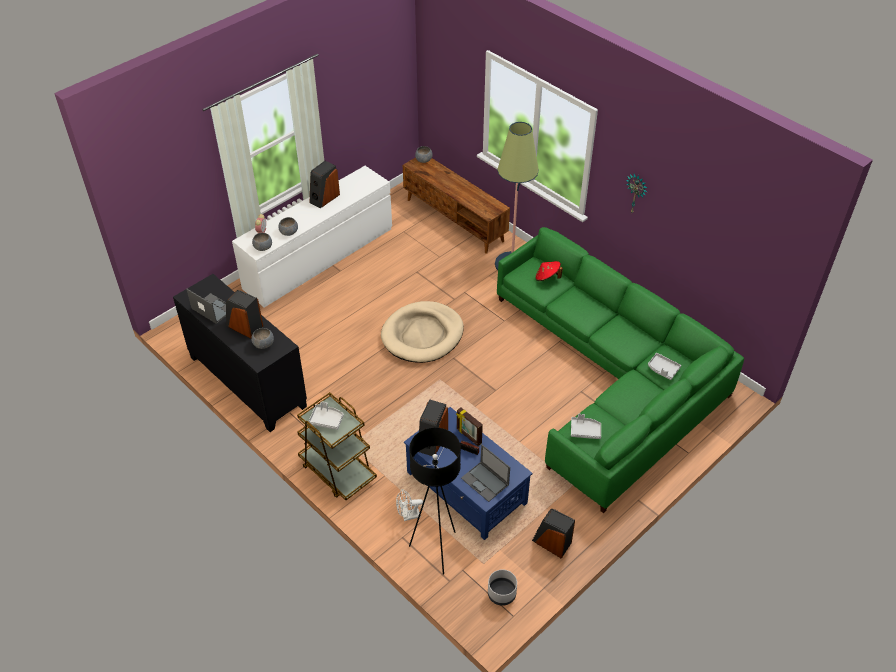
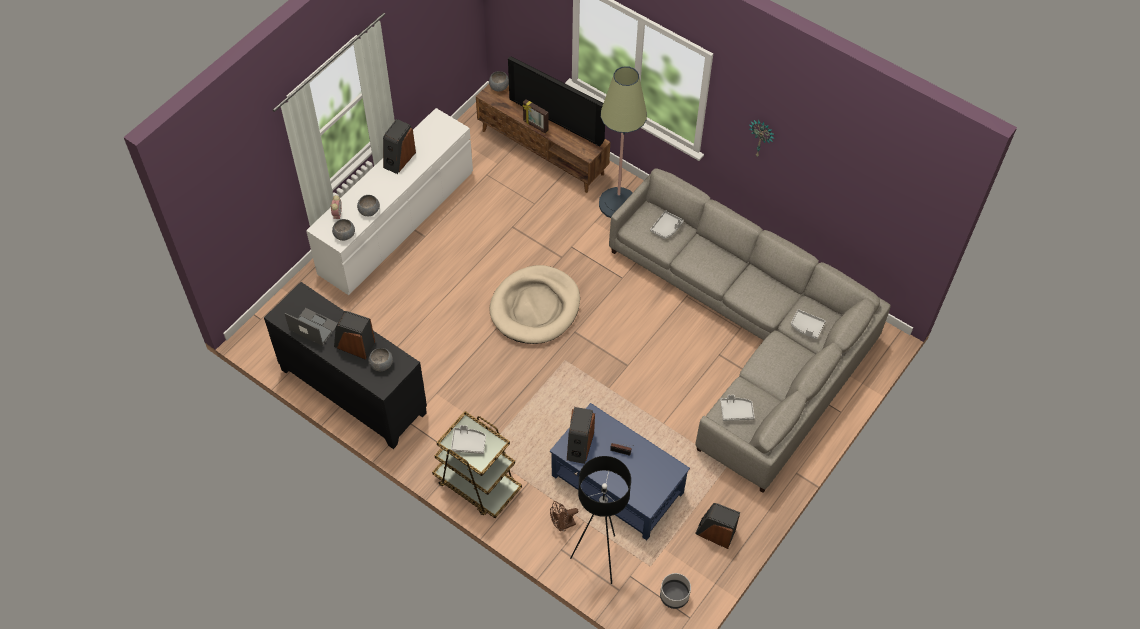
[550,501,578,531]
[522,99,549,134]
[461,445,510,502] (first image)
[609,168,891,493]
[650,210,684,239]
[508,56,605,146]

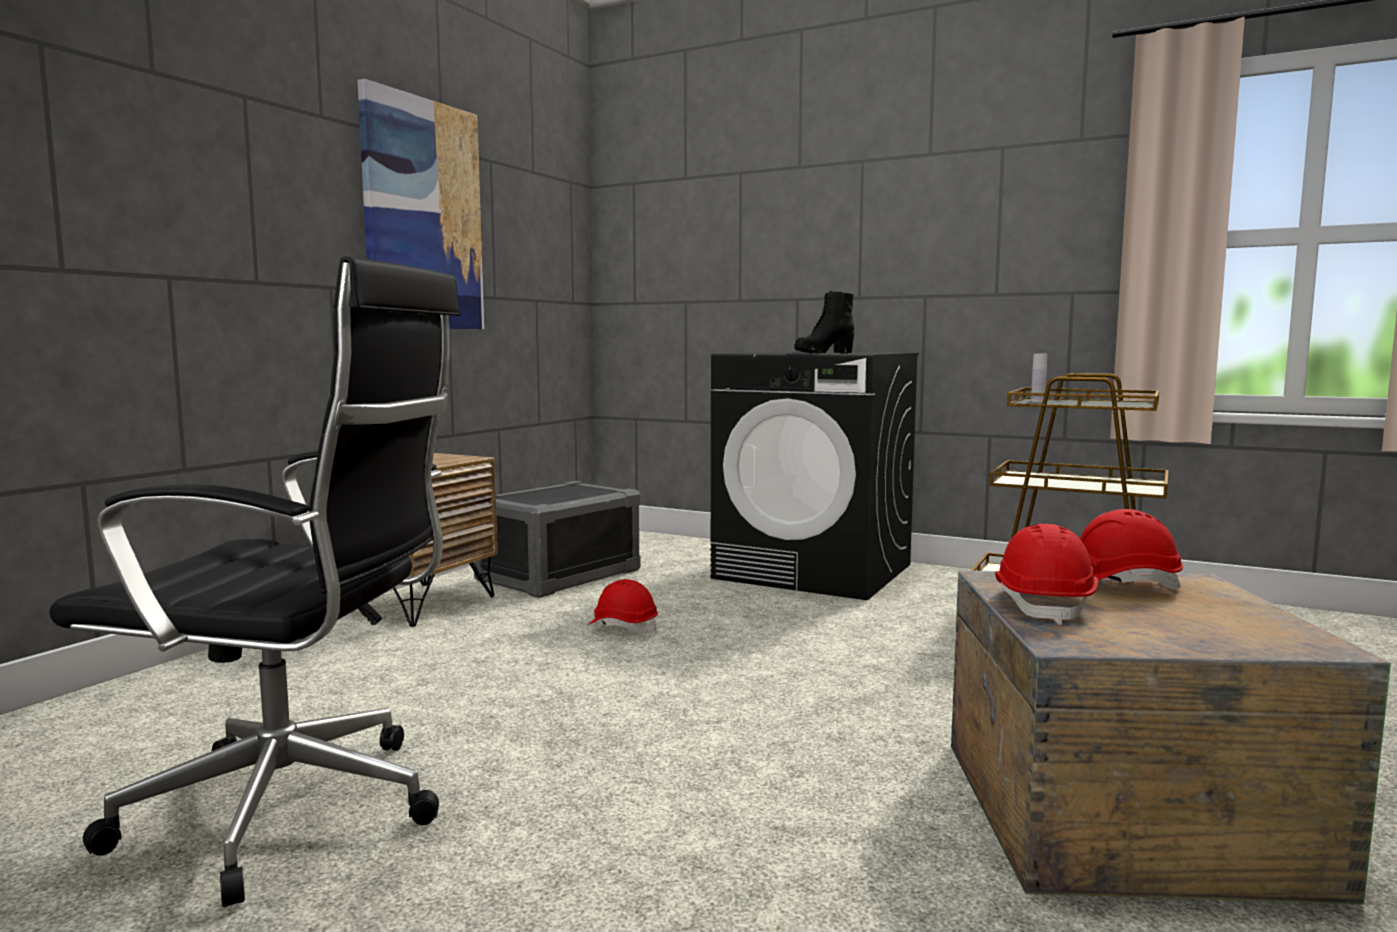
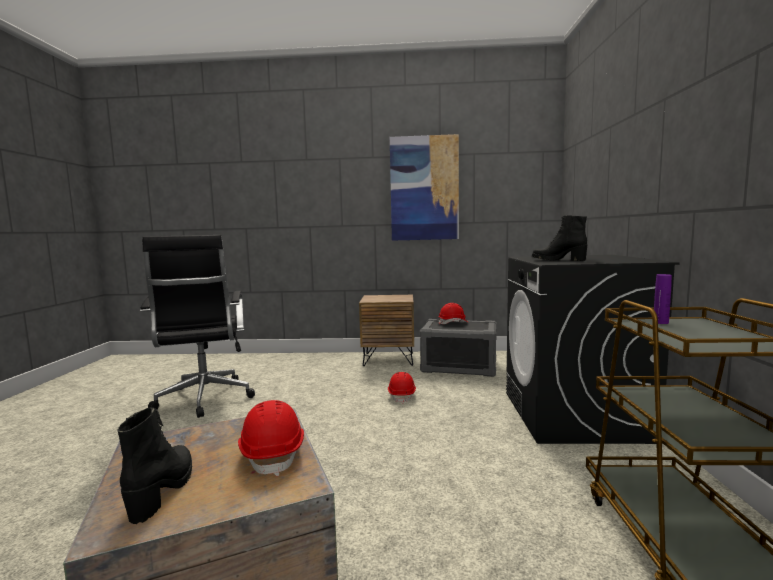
[438,303,469,325]
[654,274,672,324]
[117,407,192,524]

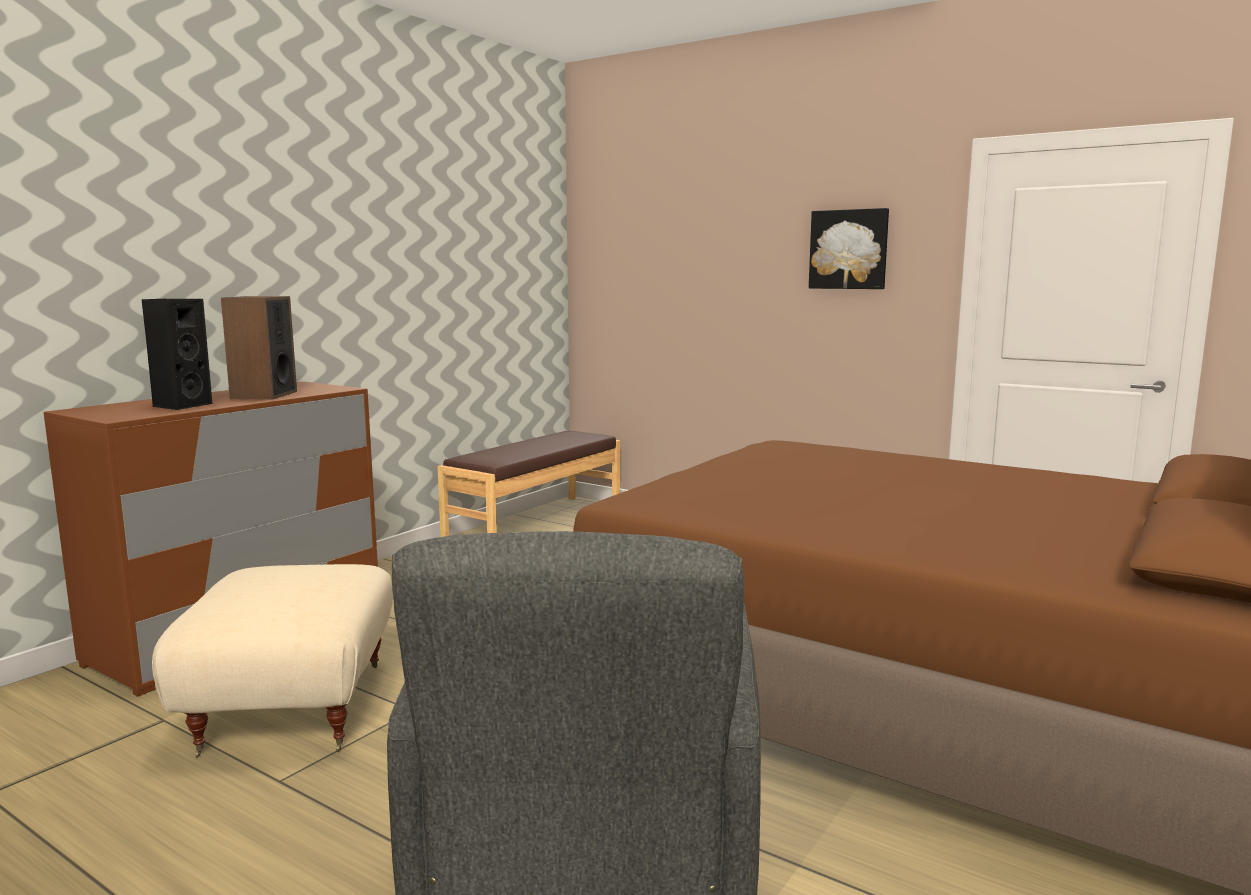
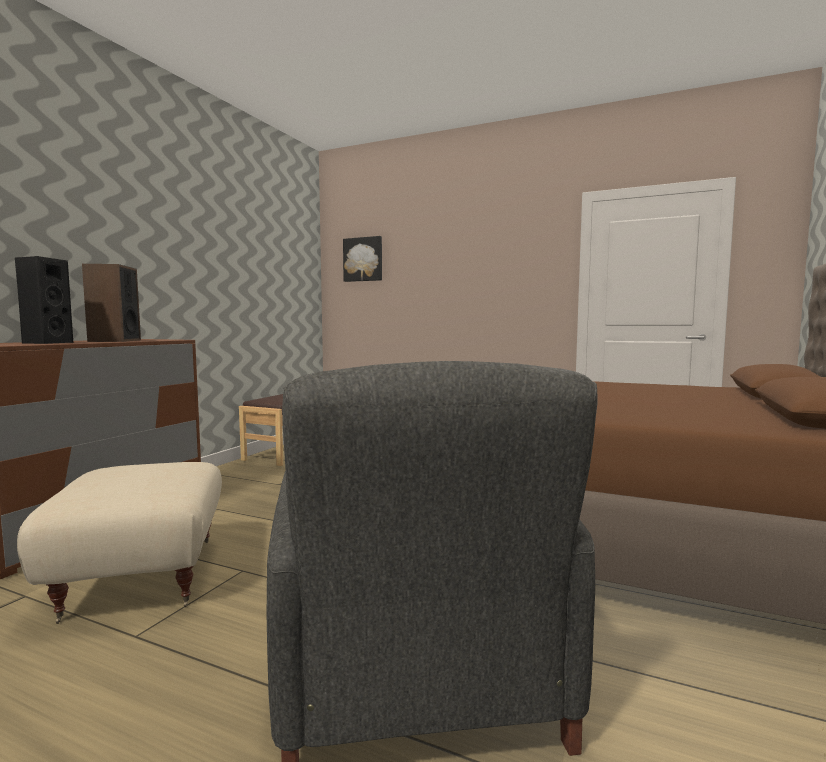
[343,236,382,282]

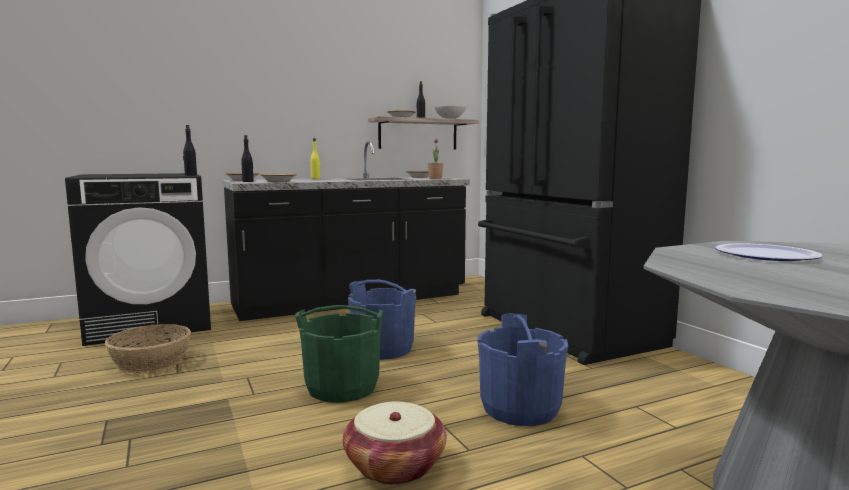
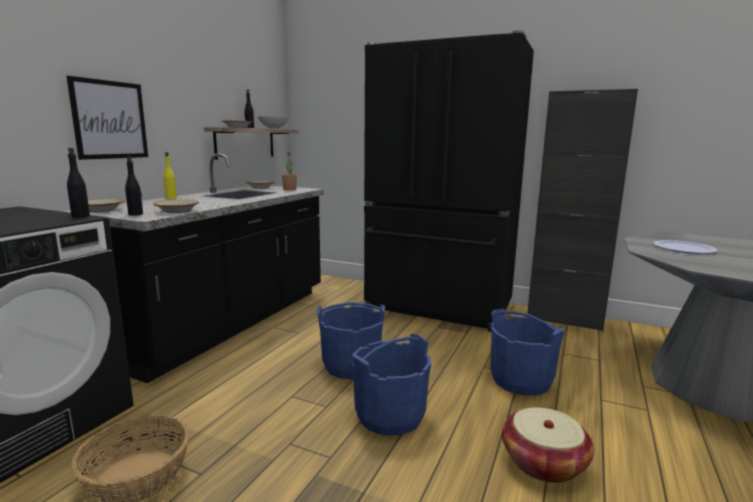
[351,334,431,436]
[67,76,148,160]
[527,89,638,332]

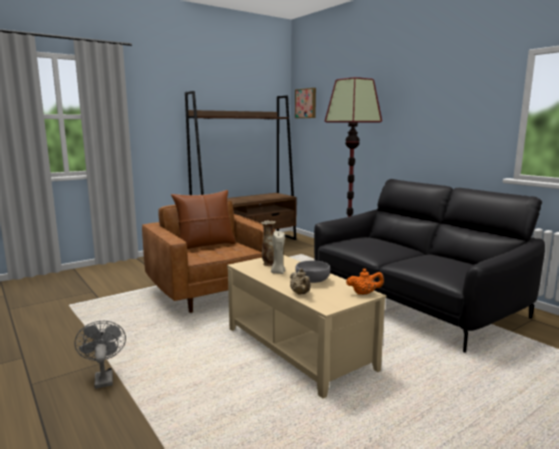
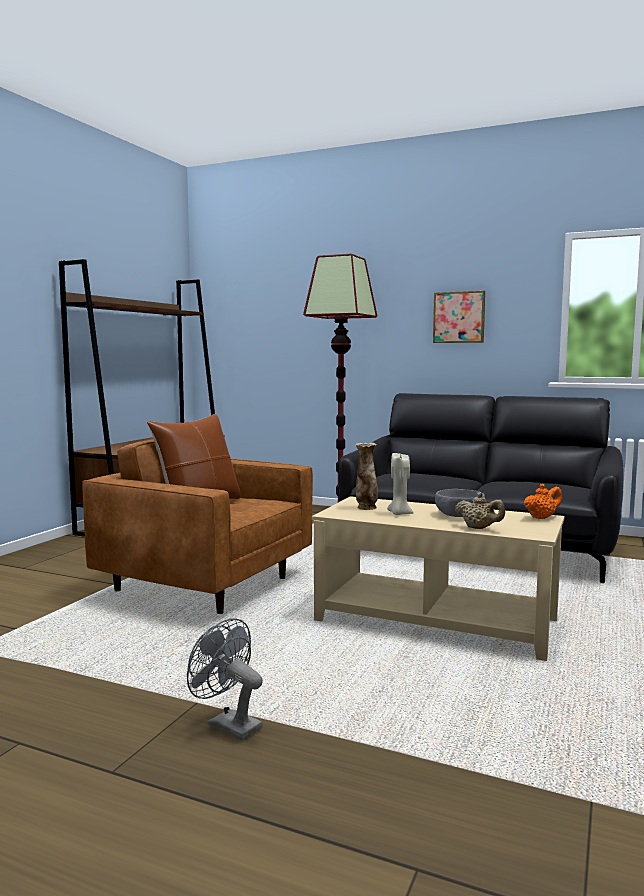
[433,291,485,343]

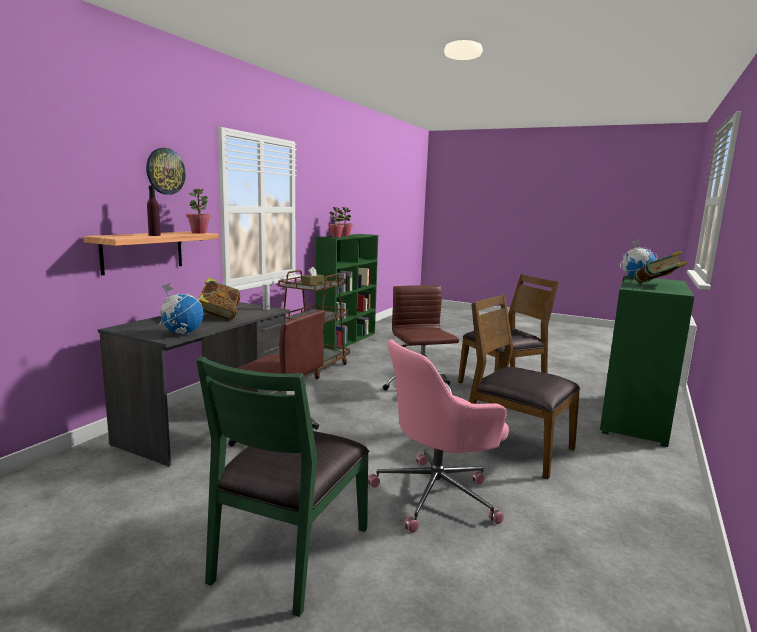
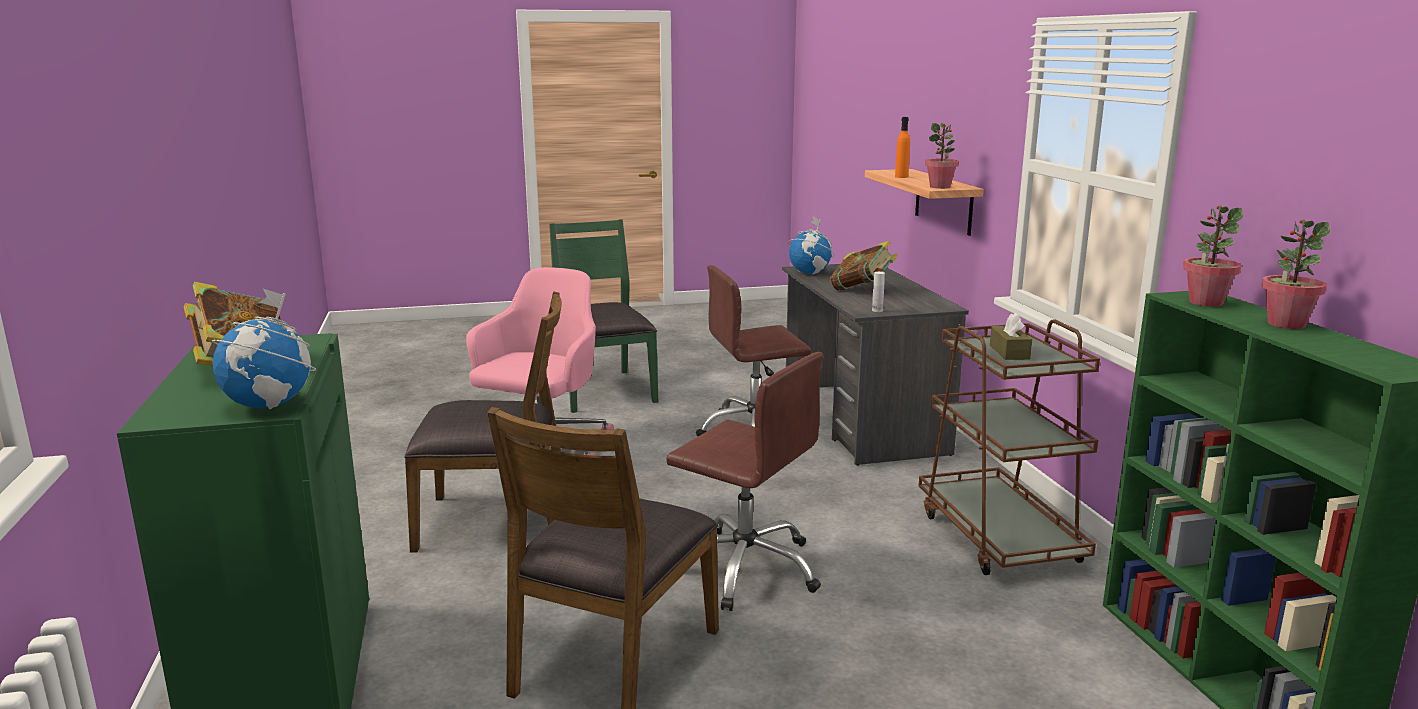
[146,148,186,195] (first image)
[895,117,910,178]

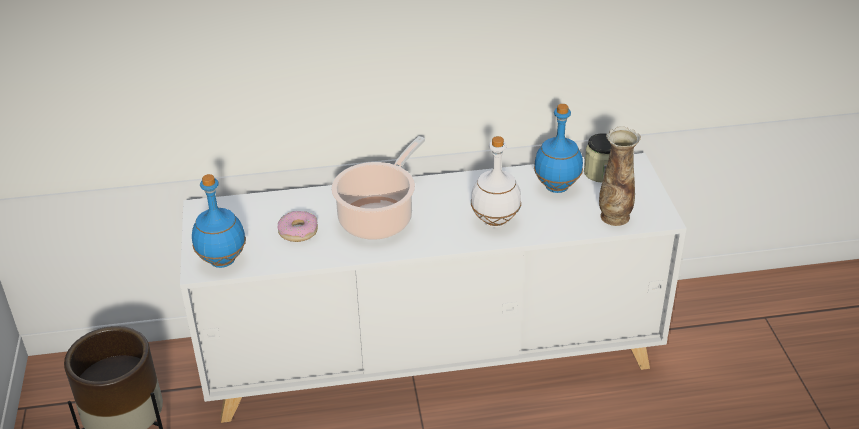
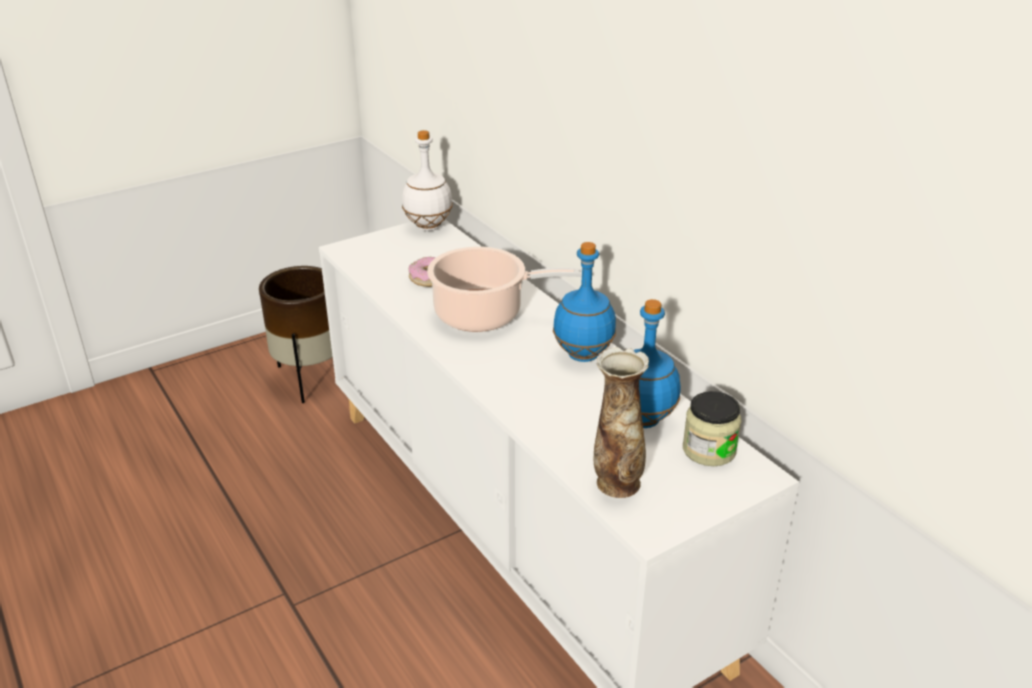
[553,242,616,362]
[402,130,453,231]

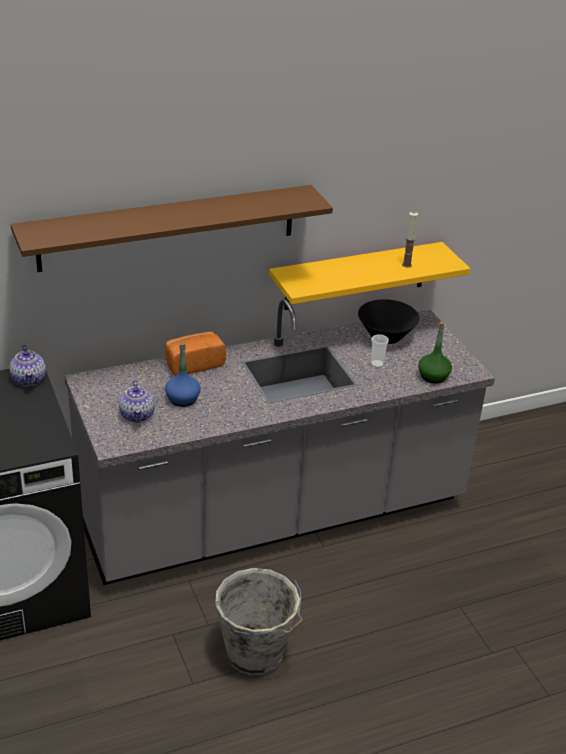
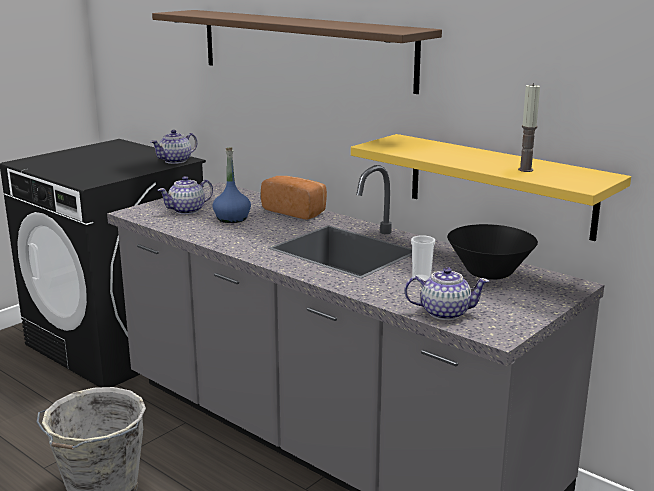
[404,267,489,320]

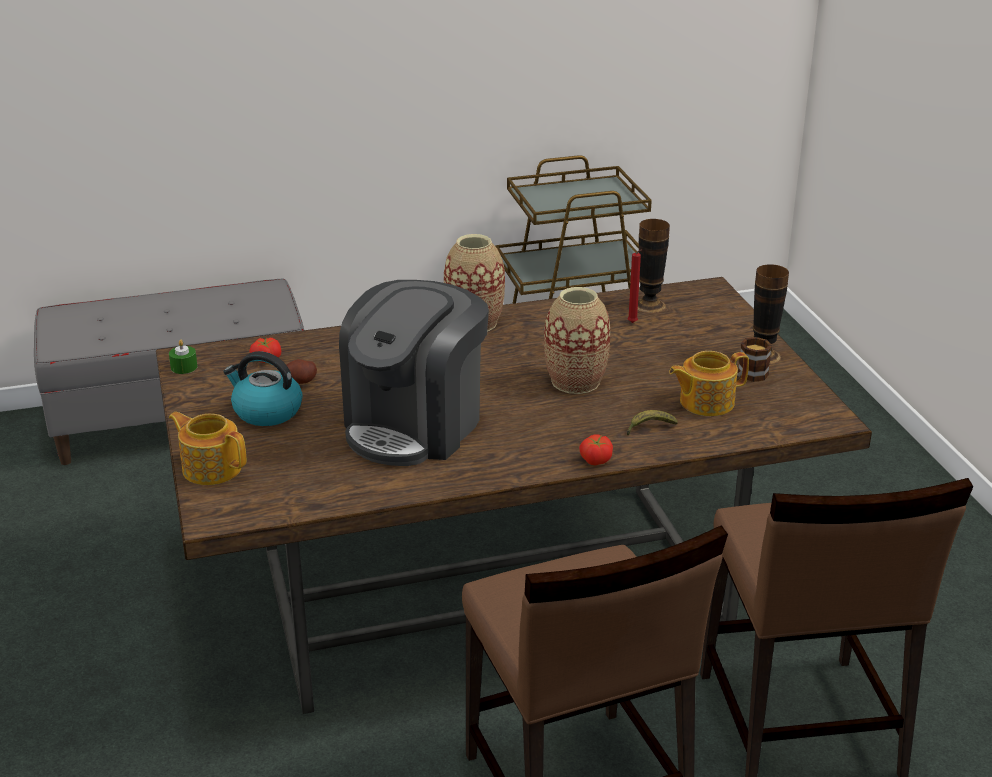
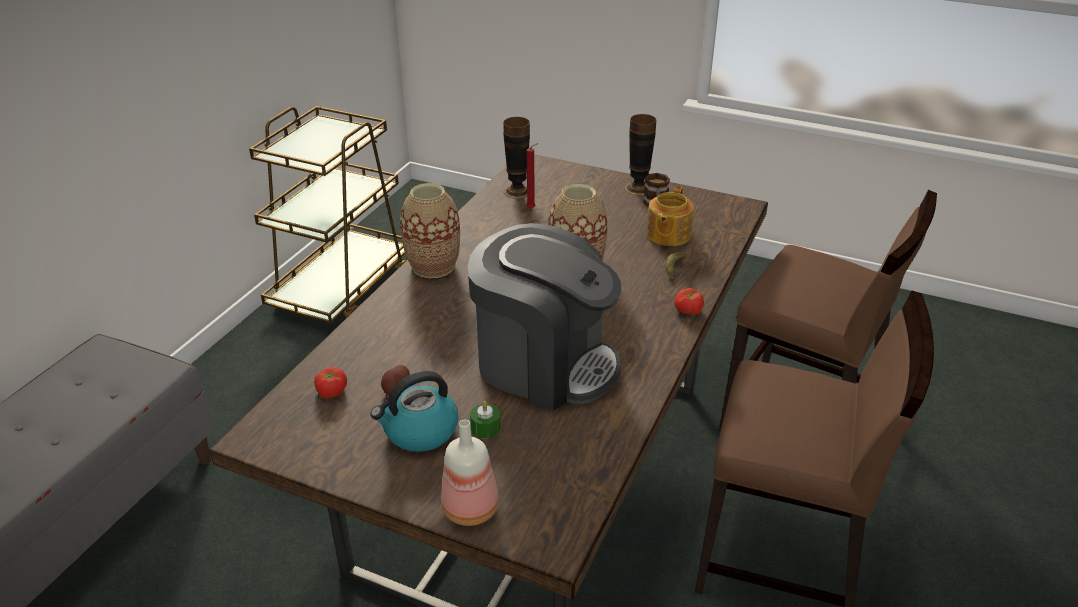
[470,401,501,439]
[441,420,499,526]
[468,223,621,411]

